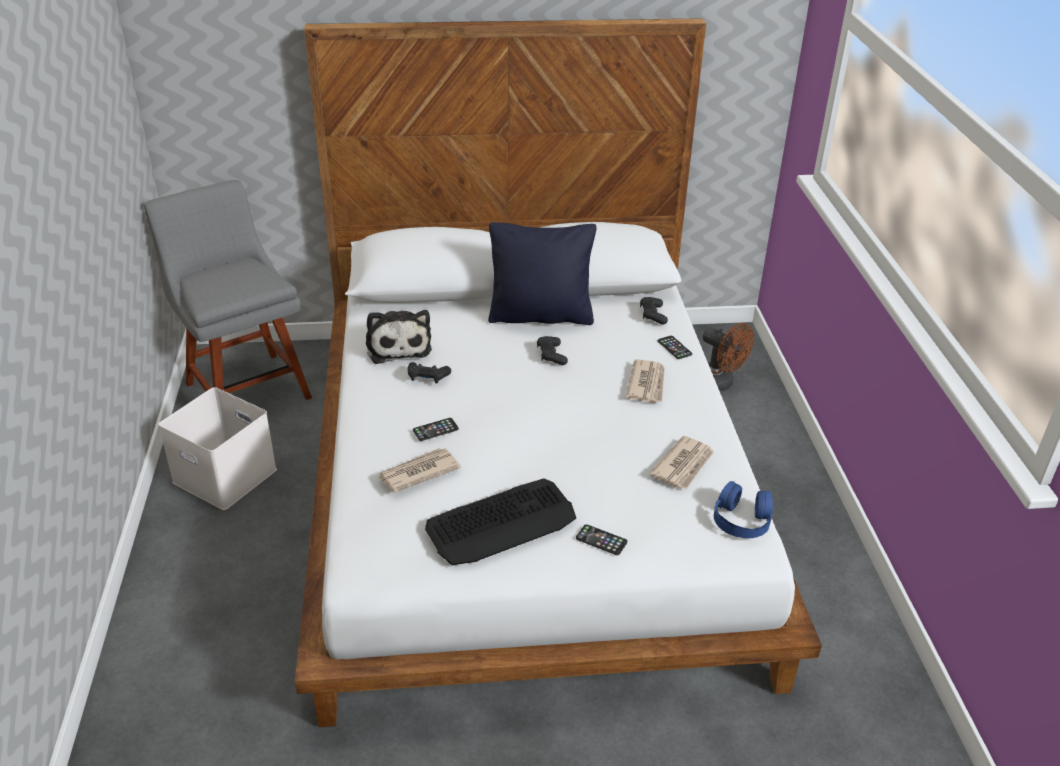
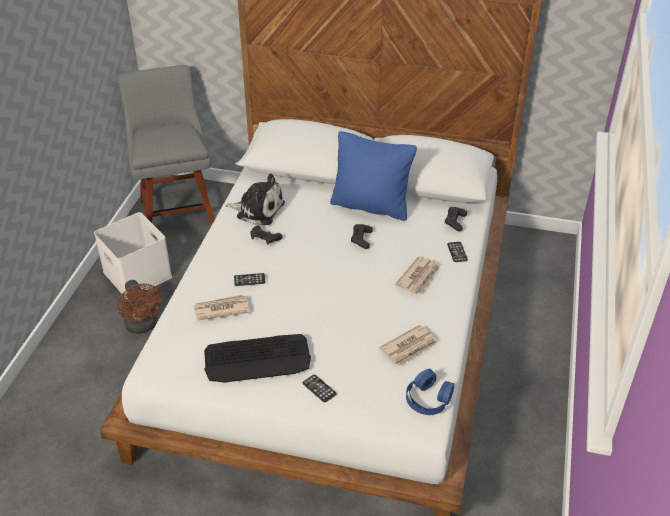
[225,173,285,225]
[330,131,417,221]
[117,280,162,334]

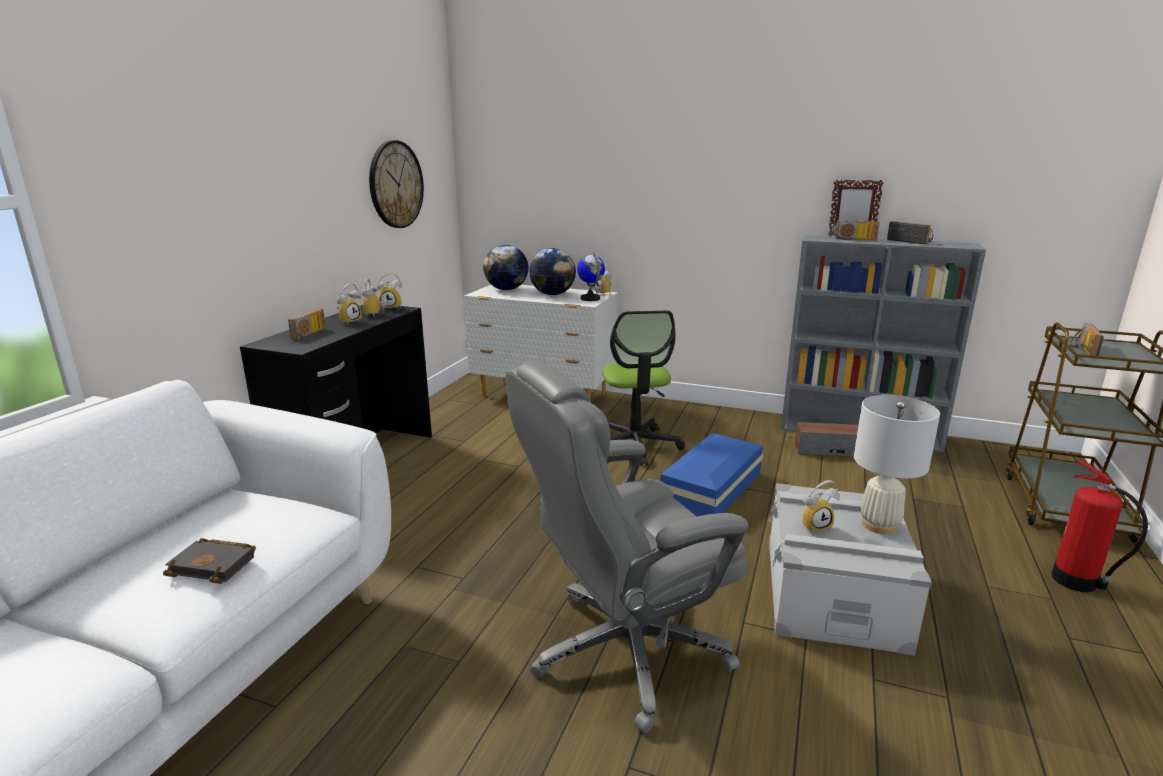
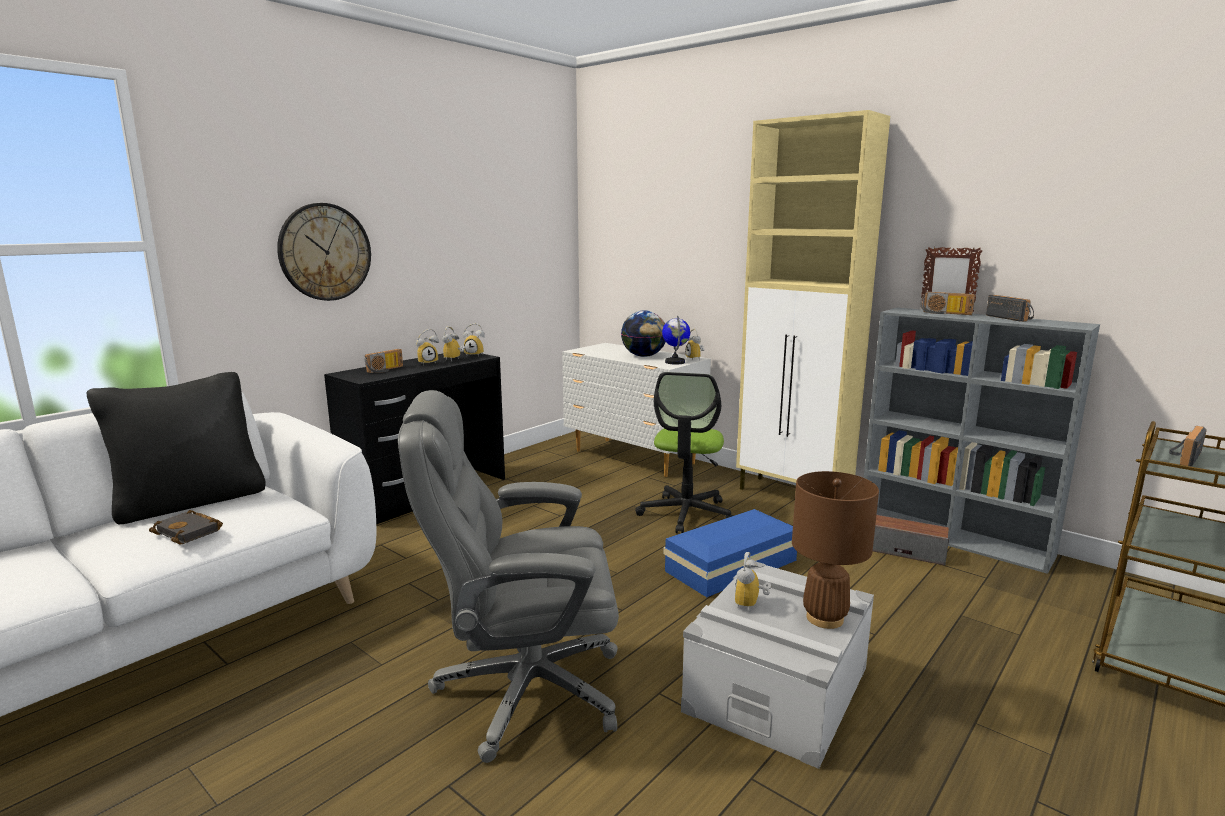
[277,203,371,301]
[483,245,529,290] (first image)
[735,552,771,612]
[792,471,879,629]
[1051,460,1148,592] (first image)
[87,372,266,524]
[736,110,890,490]

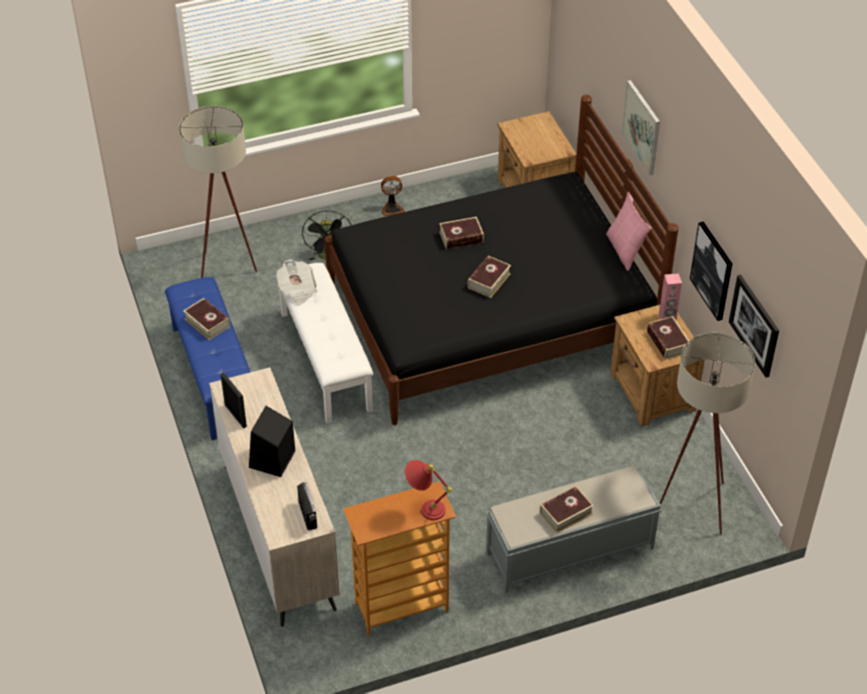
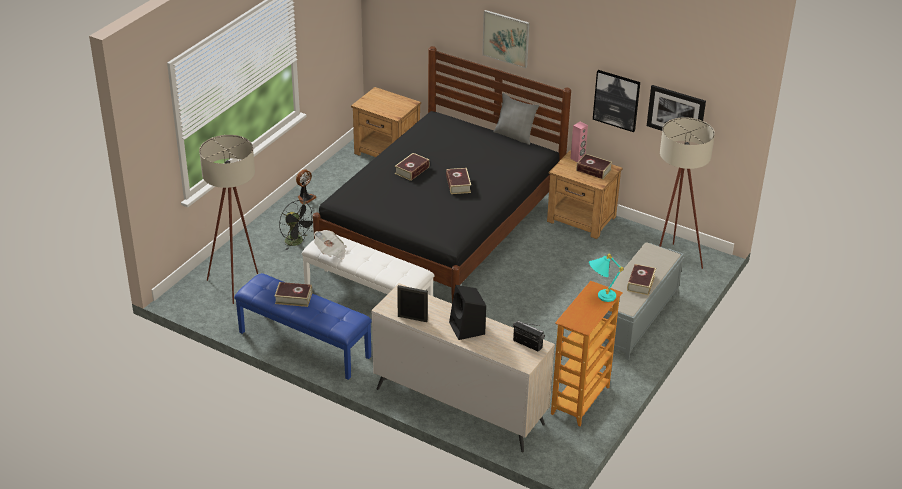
[589,254,624,302]
[494,93,539,145]

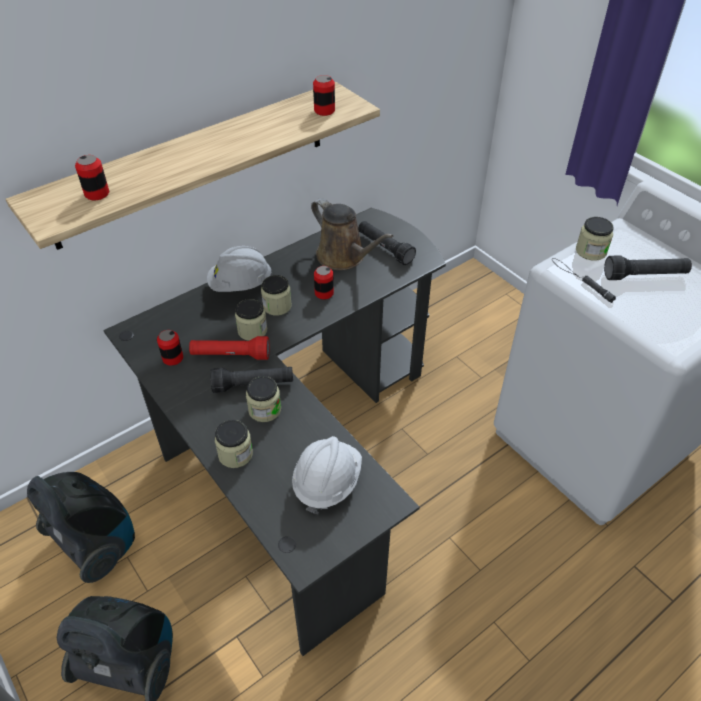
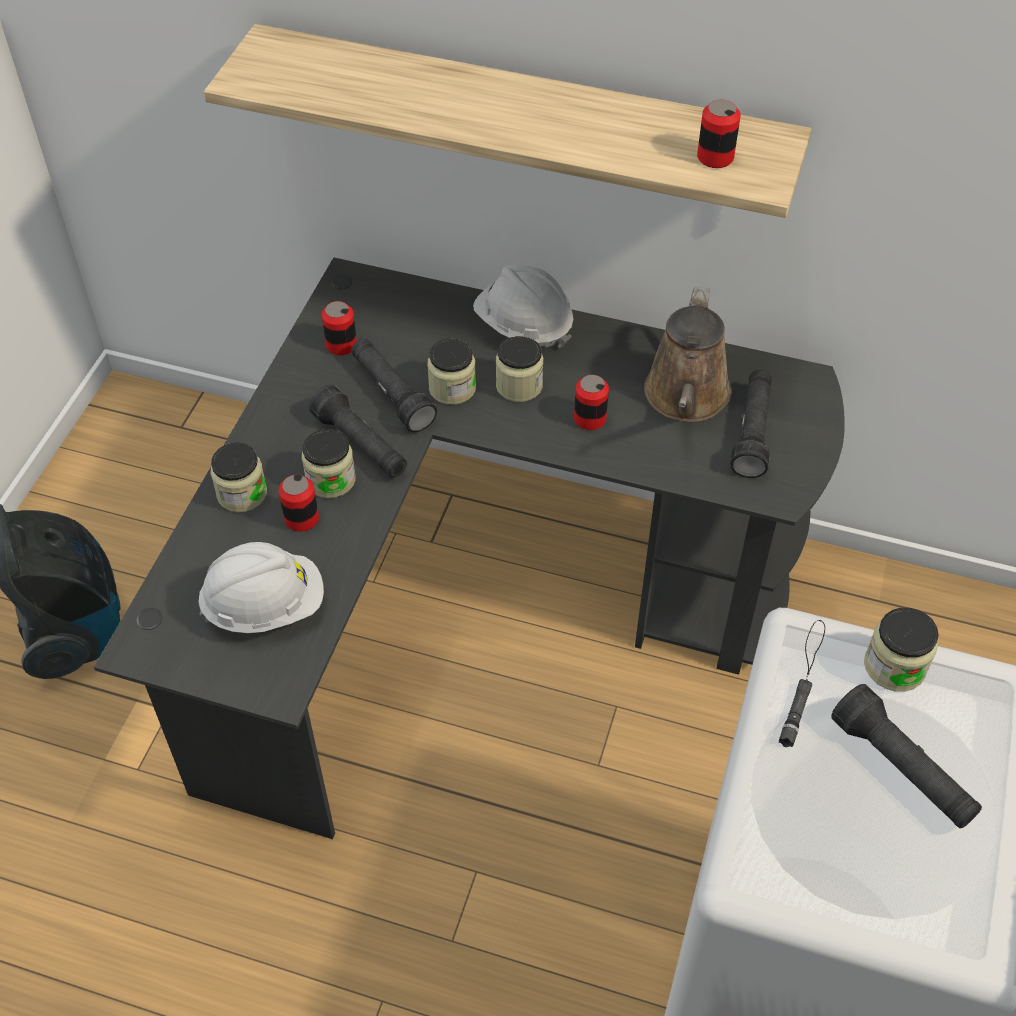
[27,472,135,583] (first image)
[279,475,319,532]
[351,339,437,432]

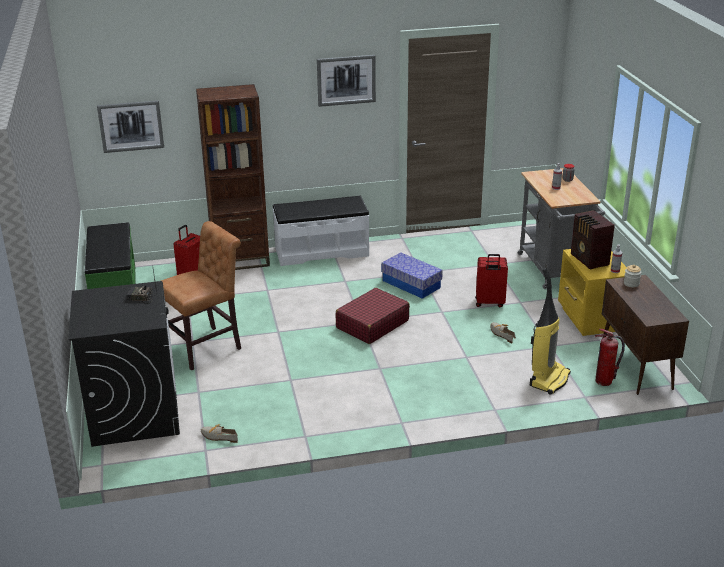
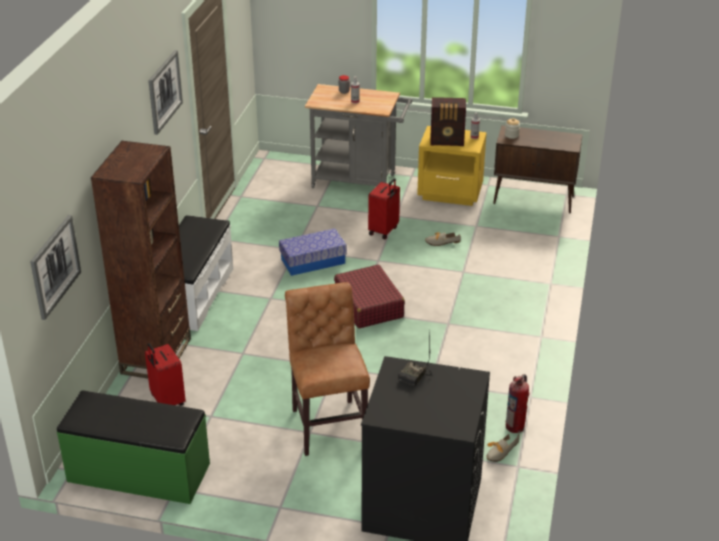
[530,268,571,395] (first image)
[506,374,529,433]

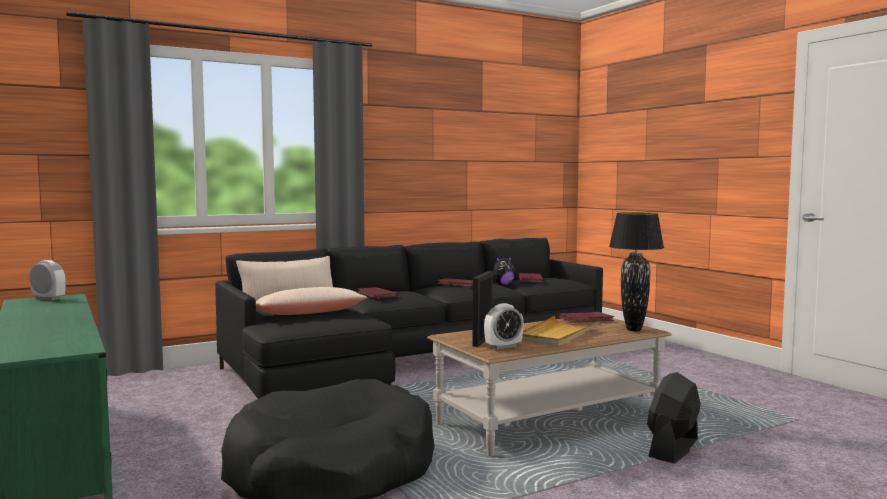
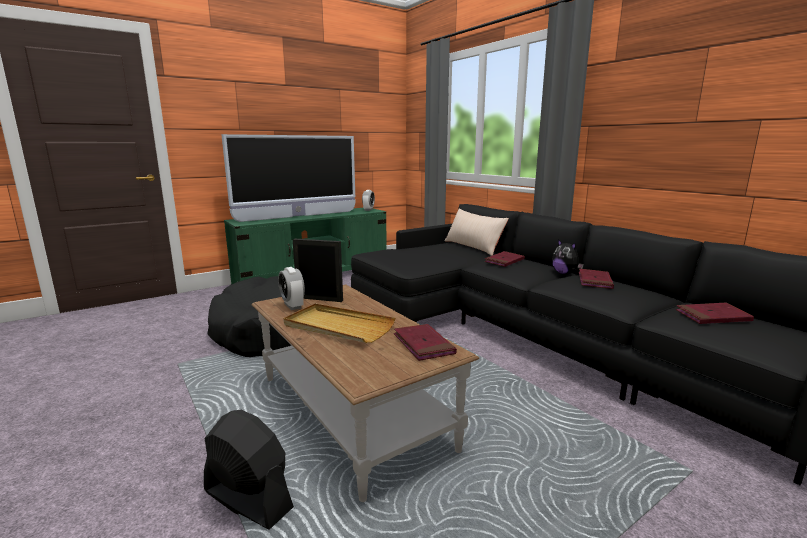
[256,287,368,315] (first image)
[552,239,584,274]
[609,212,664,331] (first image)
[221,134,356,222]

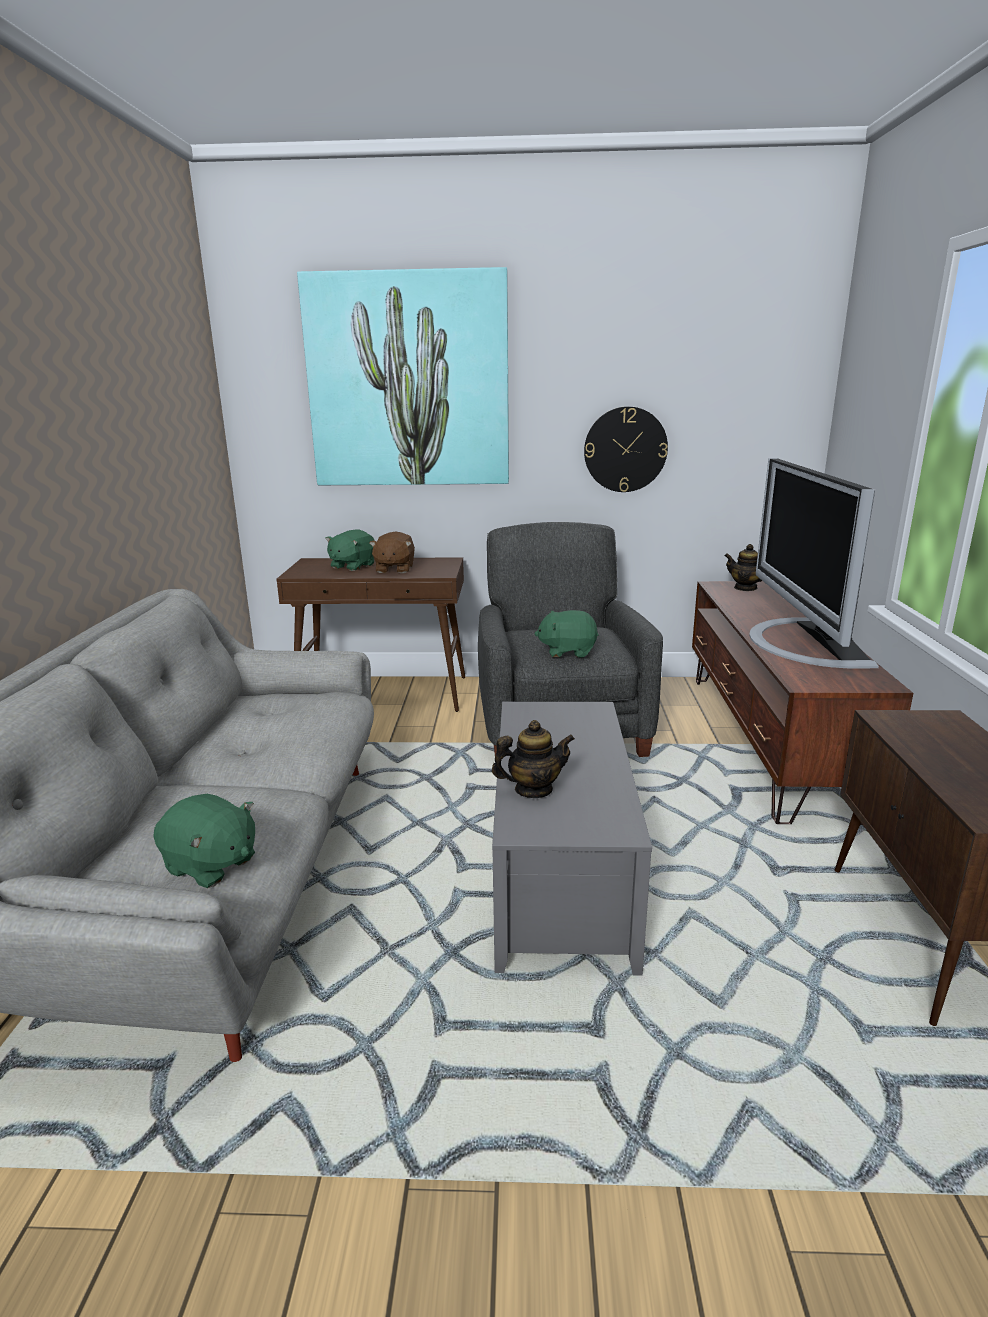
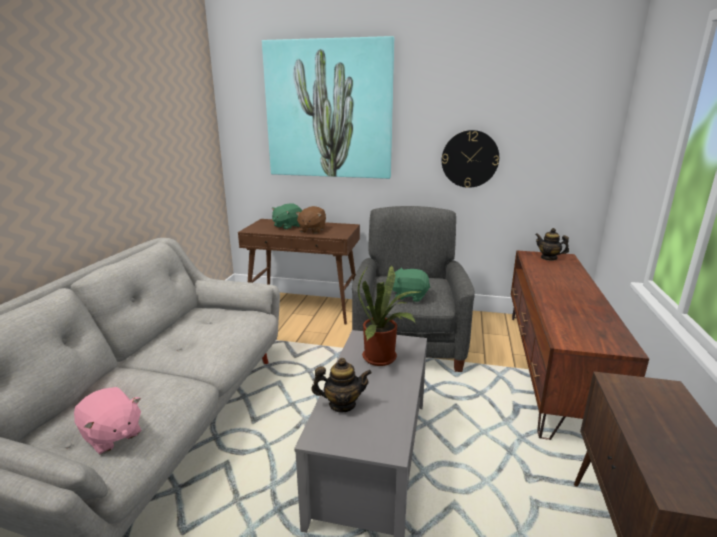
[74,387,141,455]
[749,458,879,668] (first image)
[358,264,419,366]

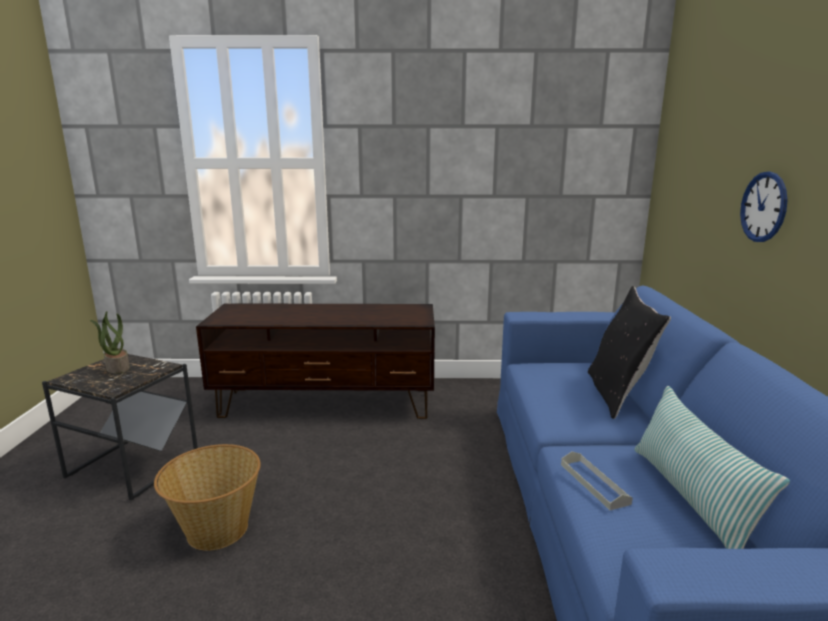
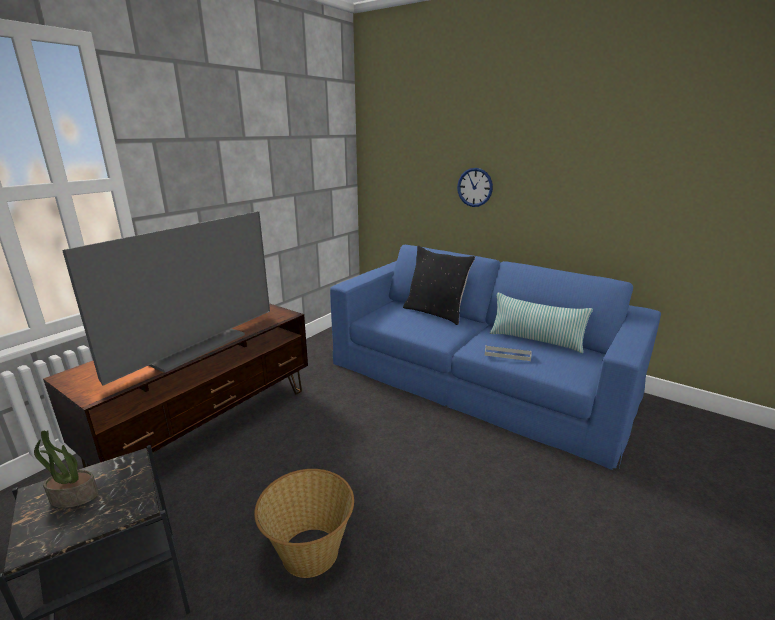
[62,211,270,386]

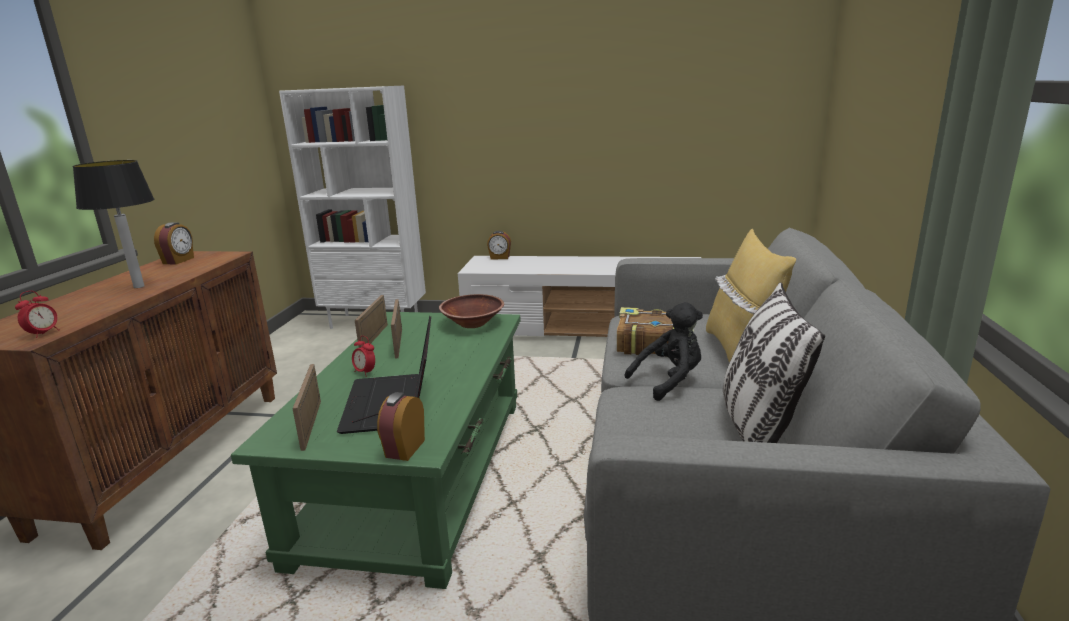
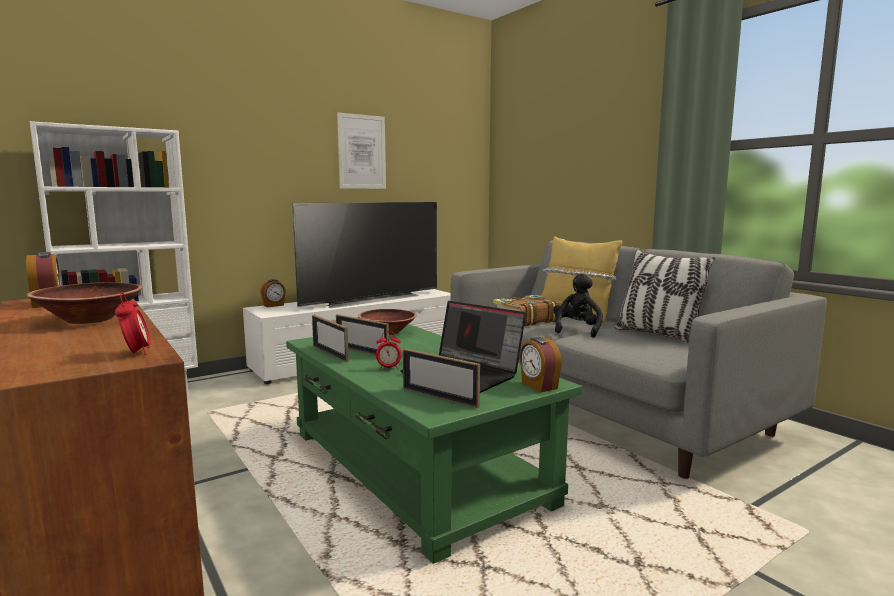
[26,282,143,324]
[292,202,437,308]
[337,113,386,189]

